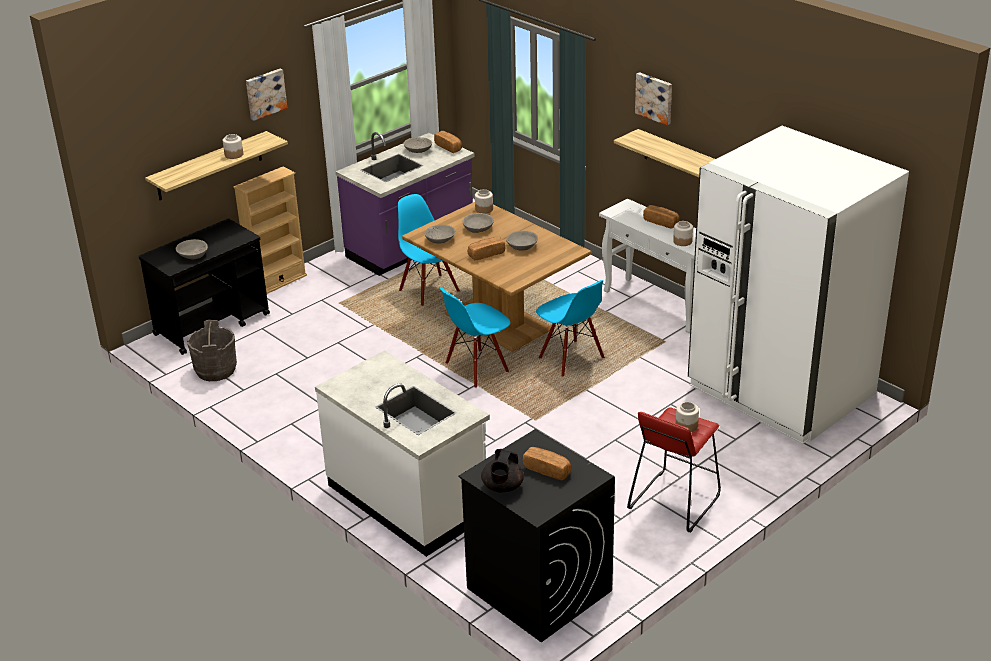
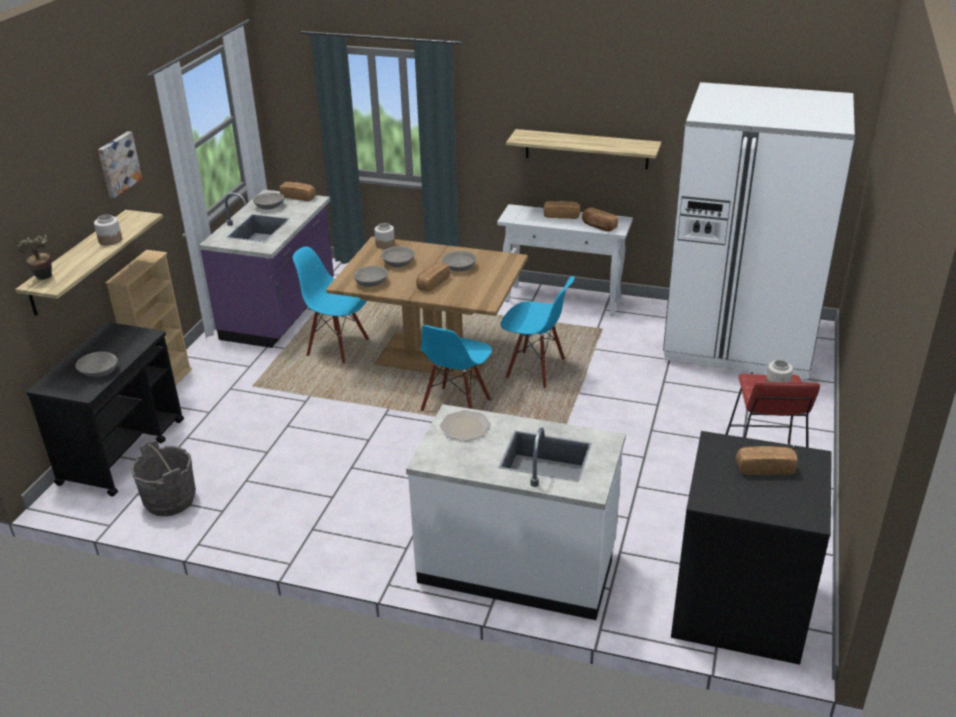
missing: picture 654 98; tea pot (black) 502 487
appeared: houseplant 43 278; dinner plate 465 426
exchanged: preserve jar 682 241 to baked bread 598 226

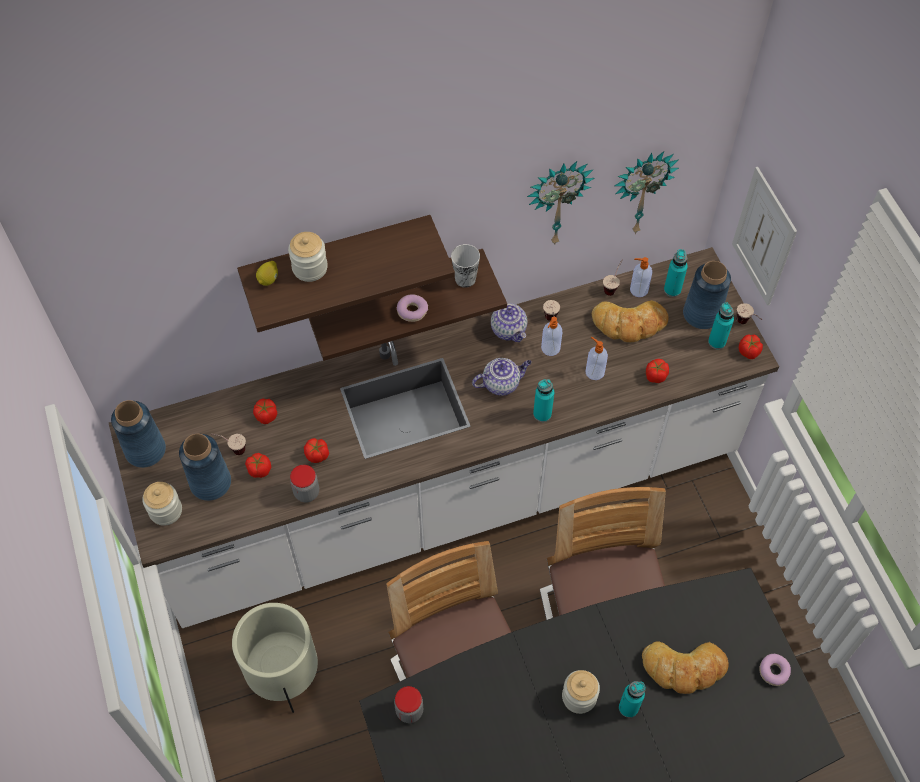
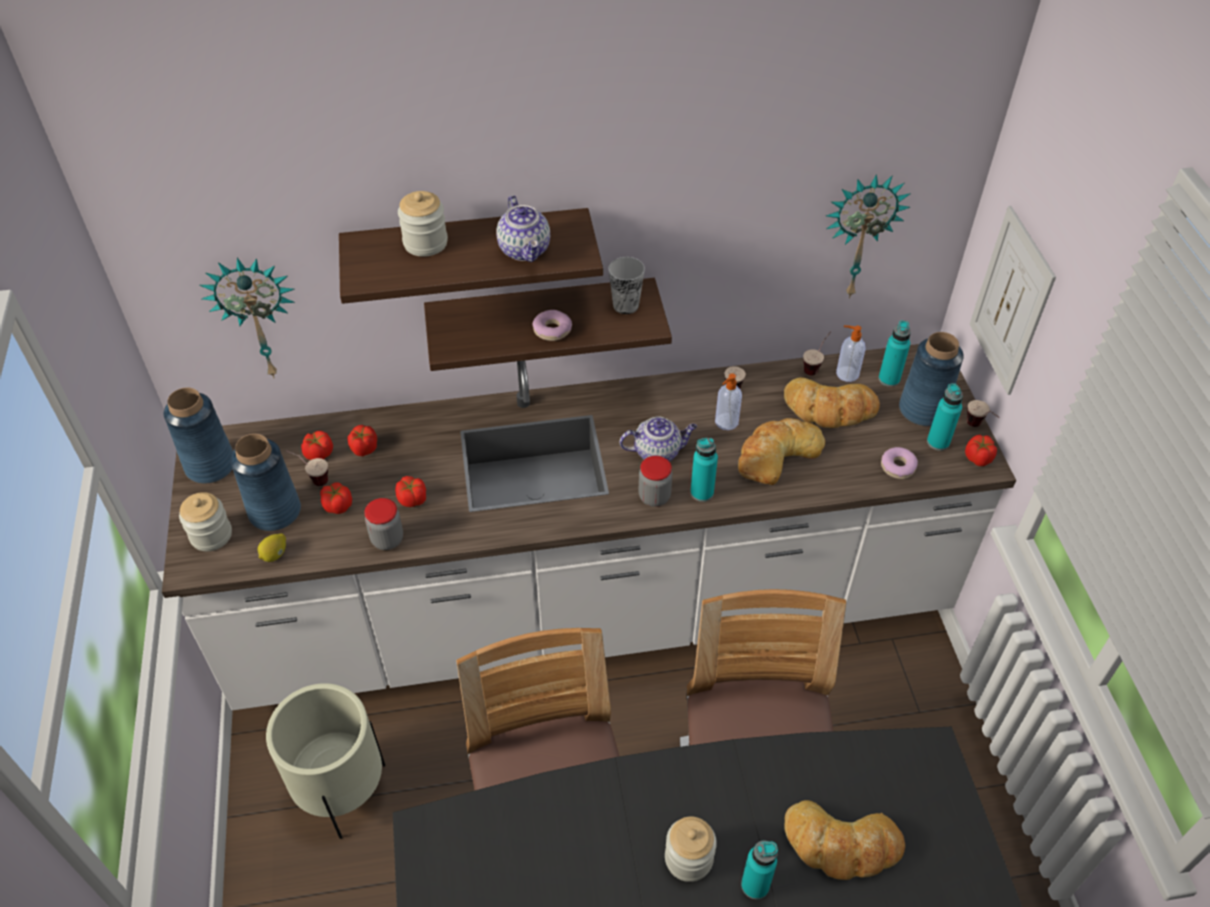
relocated: wall clock 557 201 to 256 316; citrus fruit 268 279 to 275 555; tea pot 509 329 to 525 250; tomato 655 376 to 319 454; doughnut 774 671 to 898 467; preserve jar 409 711 to 654 497
exchanged: soap dispenser 594 371 to baked bread 776 454

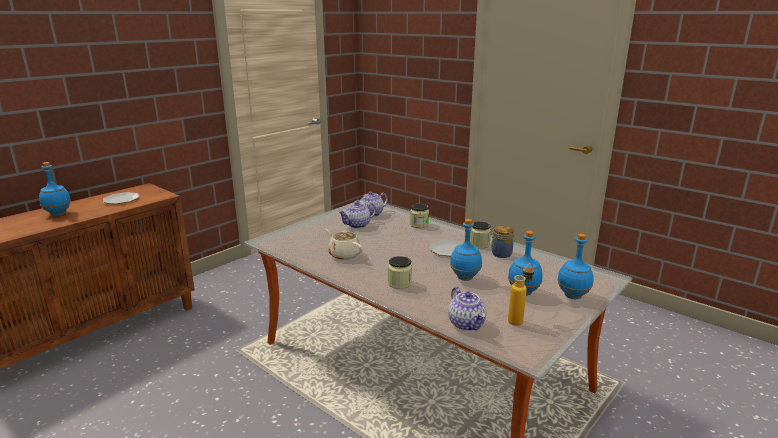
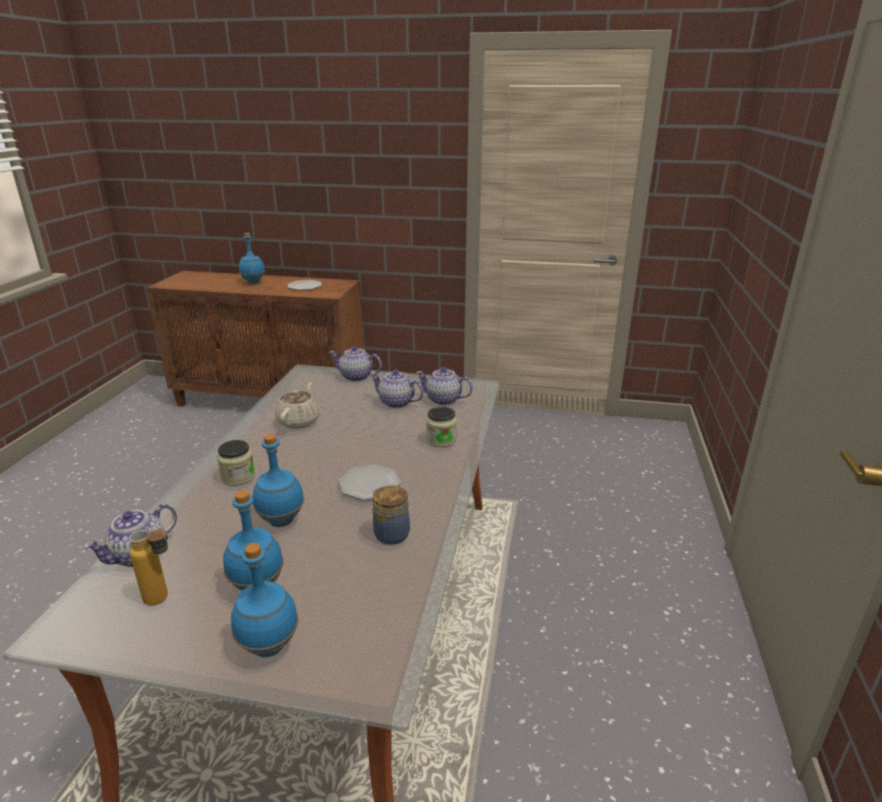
missing: preserve jar 479 244
appeared: tea pot 355 377

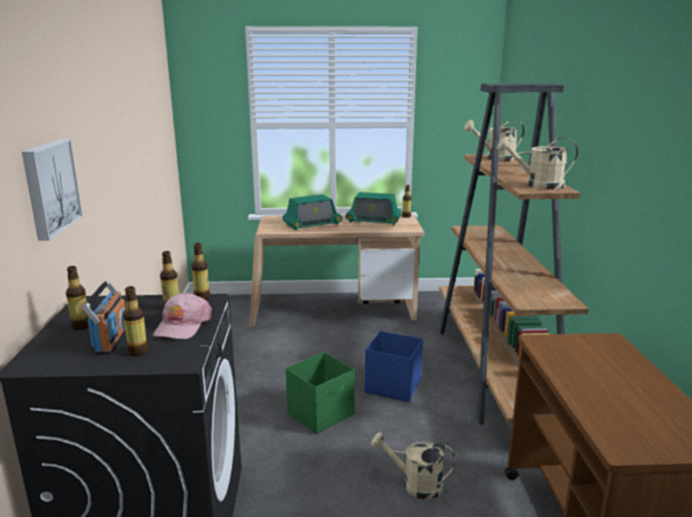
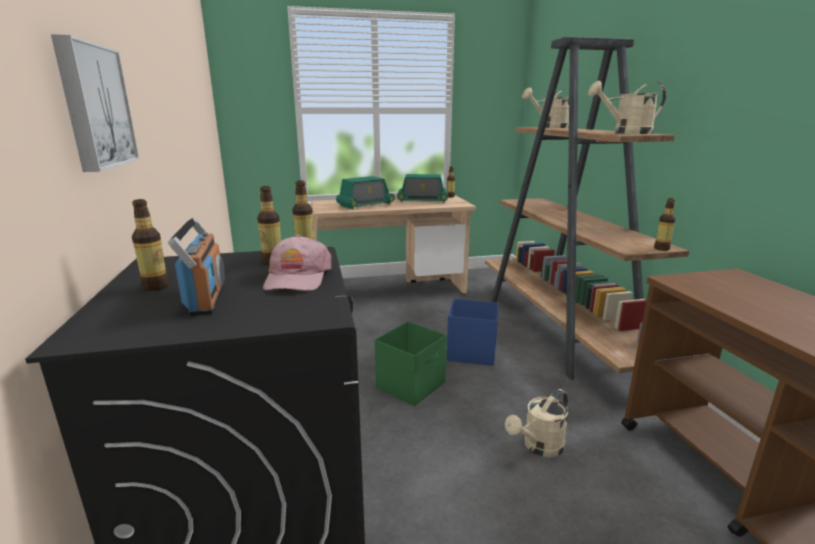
relocated: drink bottle 138 352 to 661 248
spun: watering pot (beige) 415 484 = 539 447 45 degrees counterclockwise

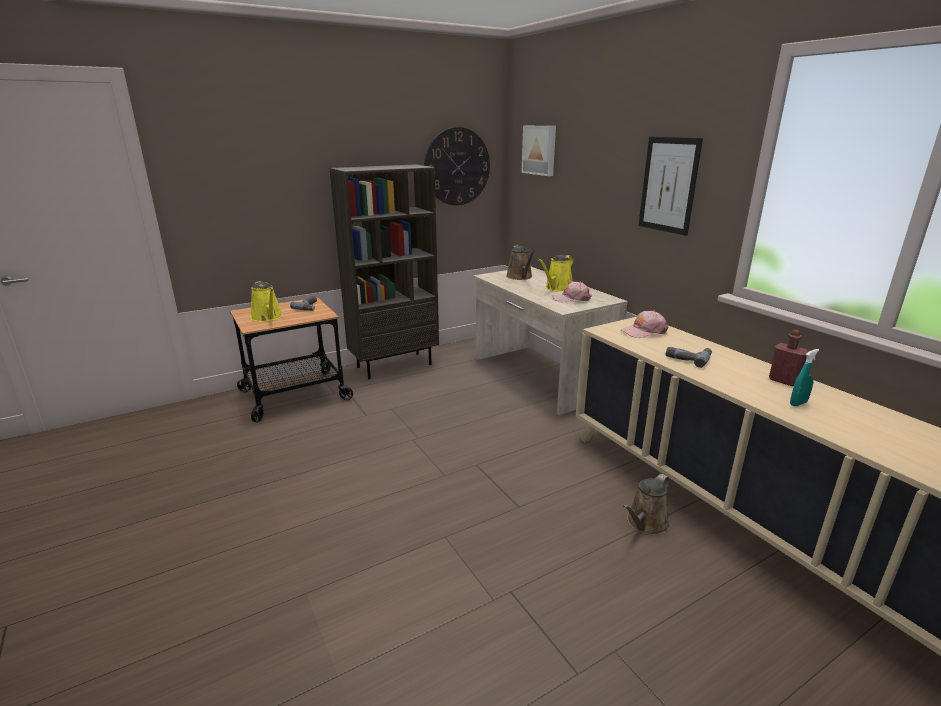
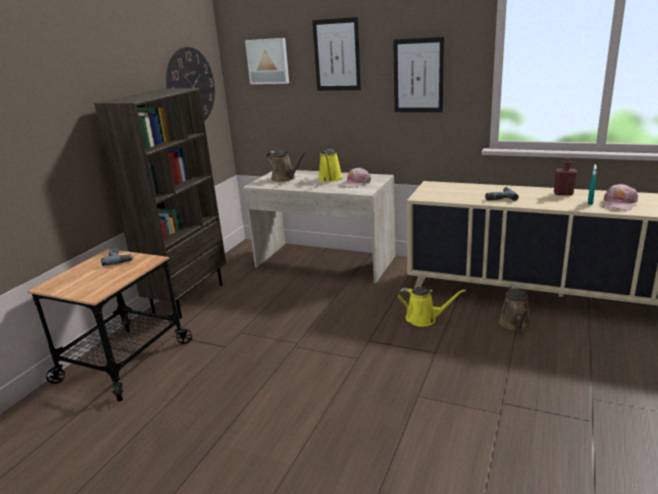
appeared: picture 337 55
relocated: watering pot (yellow) 268 317 to 424 319; baseball cap (pink) 644 331 to 618 204

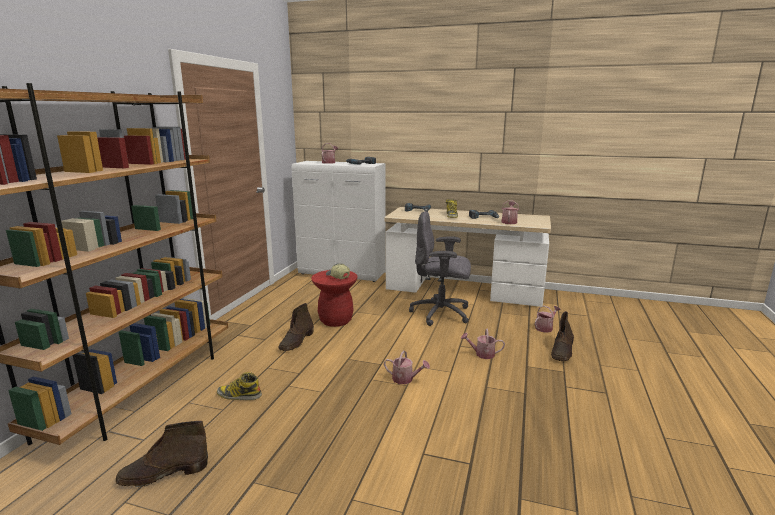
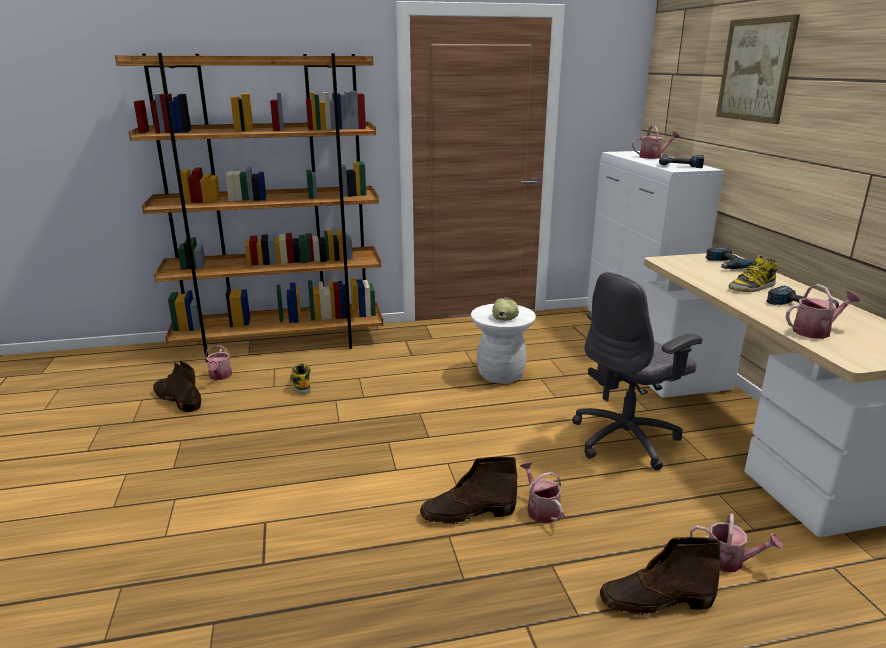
appeared: picture 755 70
relocated: tall boot (brown) 296 341 to 467 513; watering pot 405 379 to 220 376
colour: stool seat (red) 336 320 to stool seat (white) 500 374
spun: office chair (greyish) 441 314 = 626 439 105 degrees counterclockwise

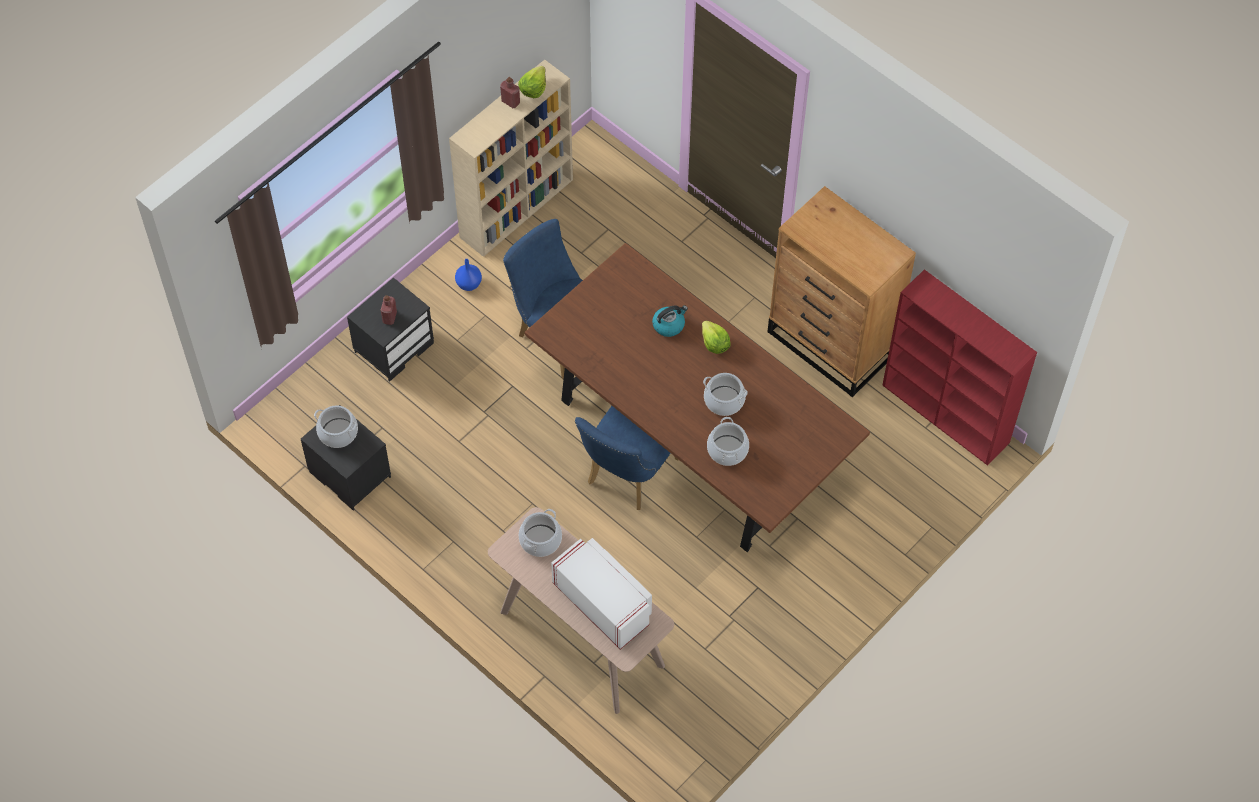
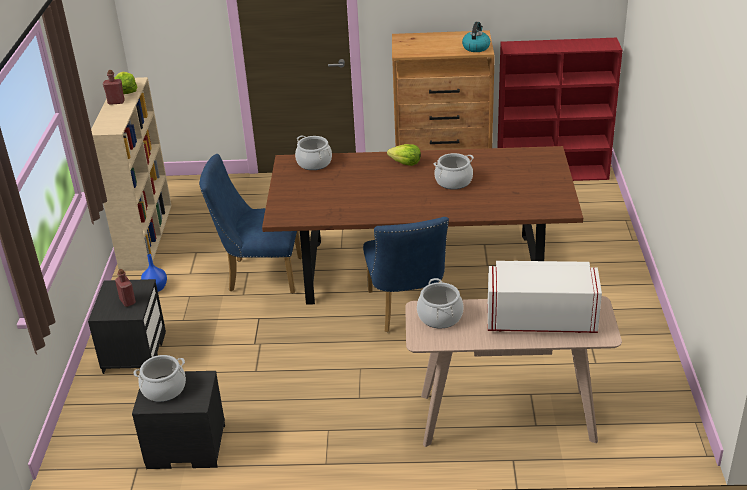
relocated: water kettle 669 325 to 476 47; saucepot 727 450 to 314 163

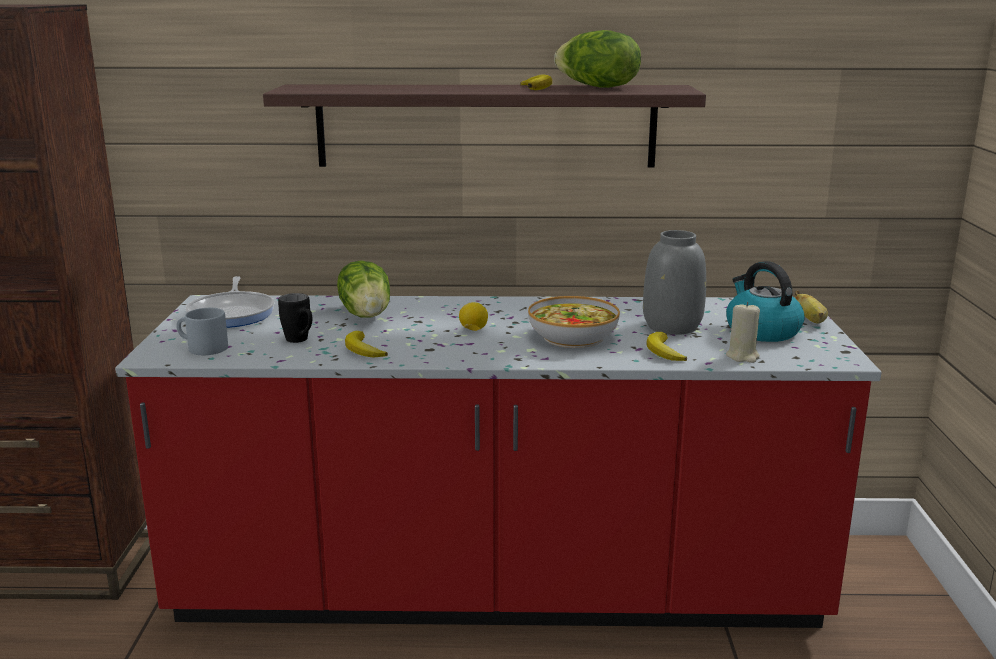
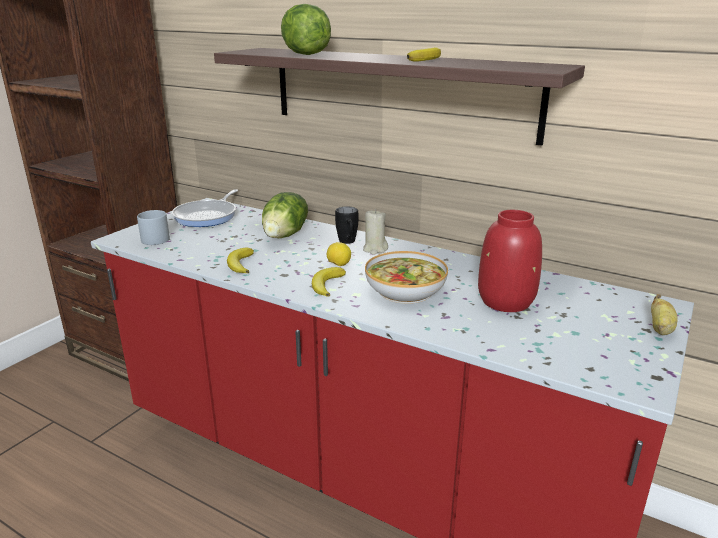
missing: water kettle 761 331
relocated: lettuce 597 87 to 303 54; coffee mug (black) 300 341 to 348 243; wax candle (beige) 742 356 to 375 249; whole banana 663 351 to 327 284
colour: vase (greyish) 672 327 to vase (red) 506 302

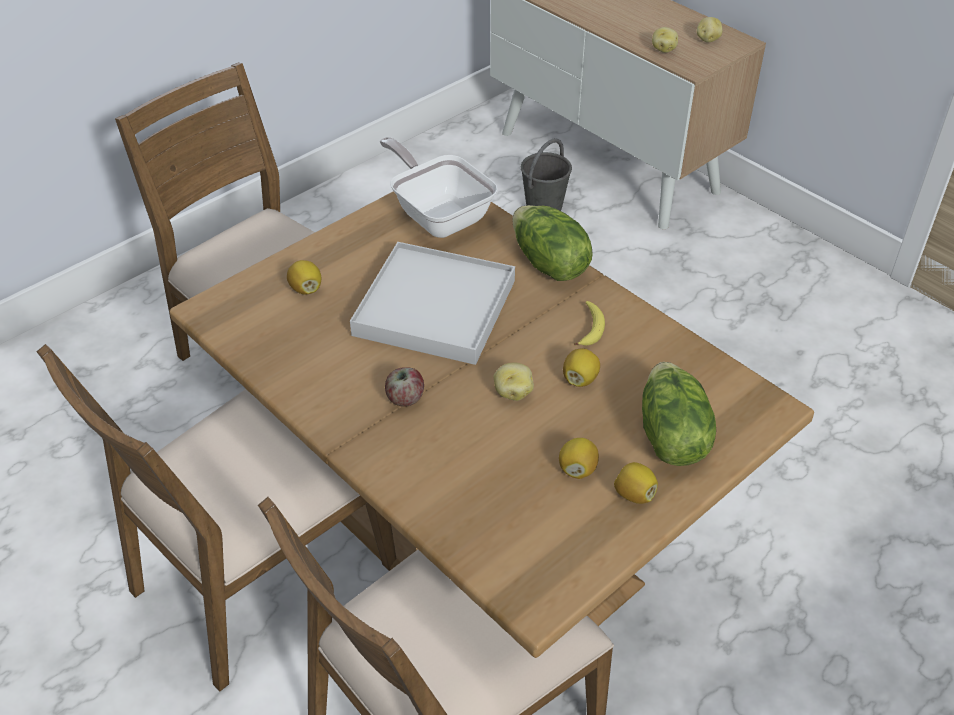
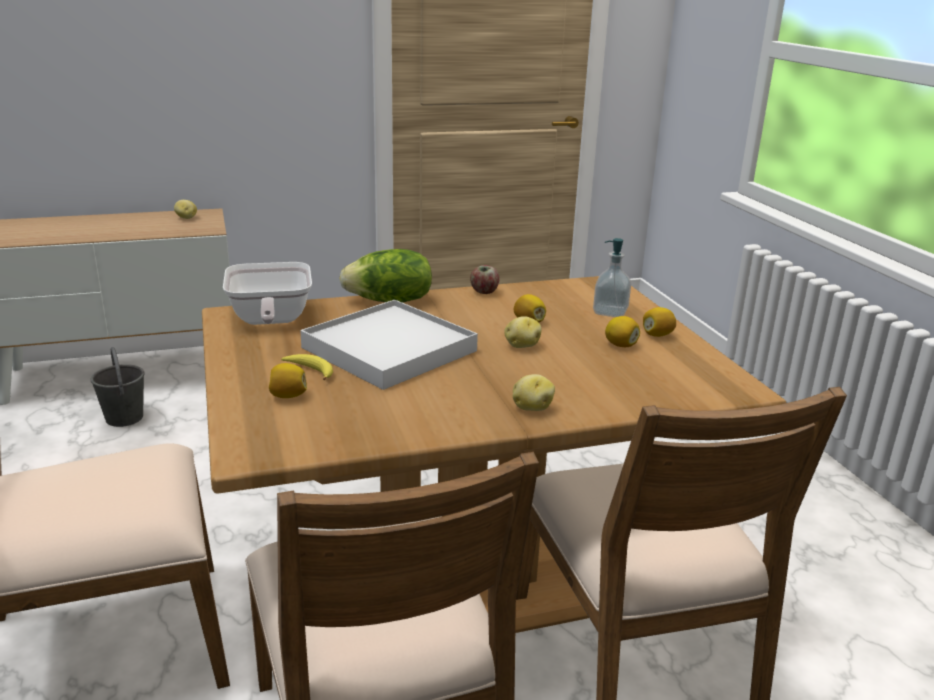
relocated: spud 663 49 to 531 408; whole banana 590 328 to 310 371; whole apple 405 399 to 484 292
exchanged: lettuce 670 436 to soap dispenser 610 312
spun: pan 438 215 = 269 321 90 degrees counterclockwise

